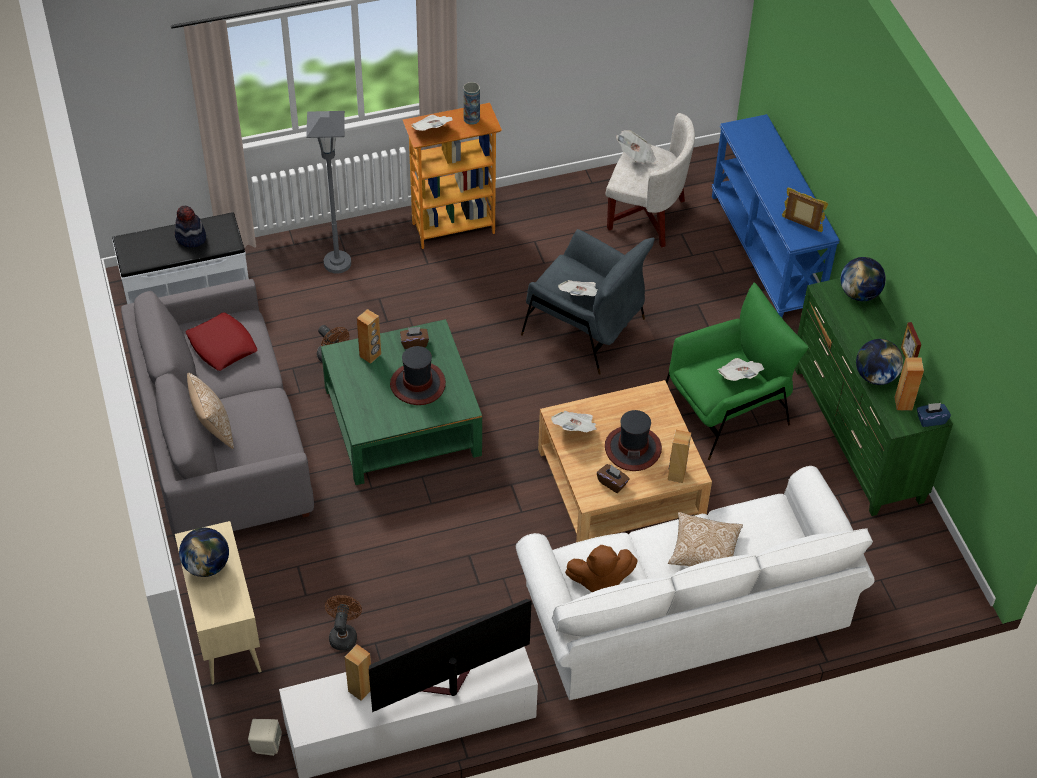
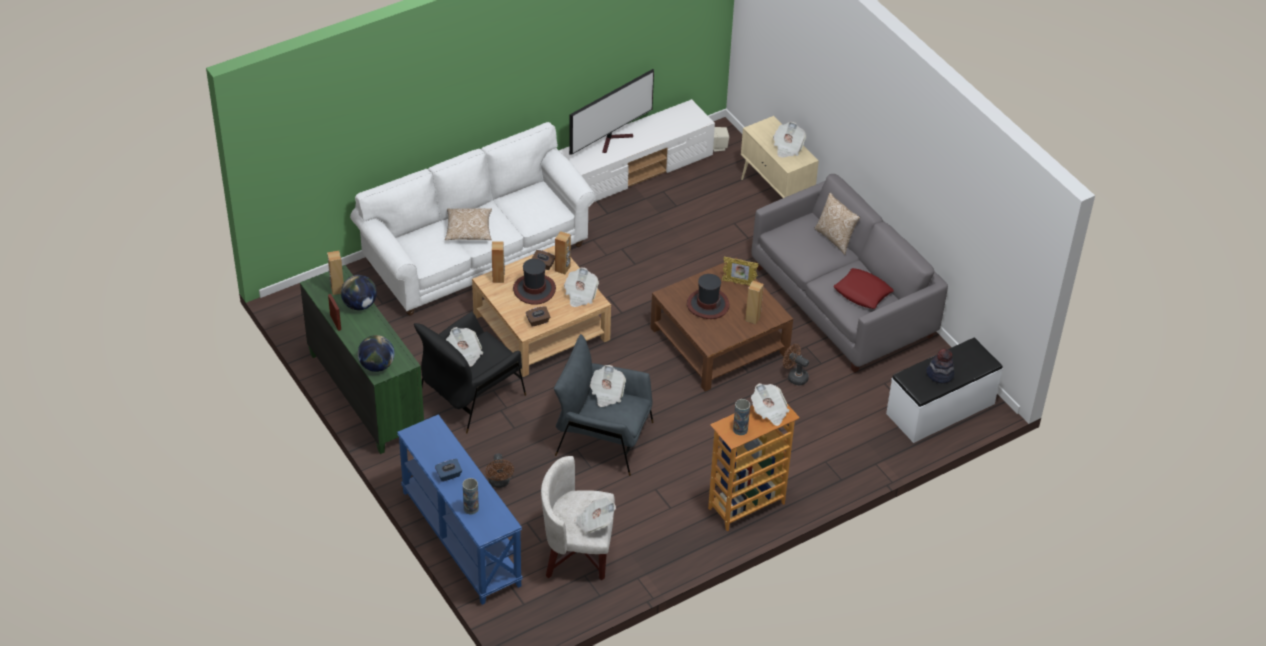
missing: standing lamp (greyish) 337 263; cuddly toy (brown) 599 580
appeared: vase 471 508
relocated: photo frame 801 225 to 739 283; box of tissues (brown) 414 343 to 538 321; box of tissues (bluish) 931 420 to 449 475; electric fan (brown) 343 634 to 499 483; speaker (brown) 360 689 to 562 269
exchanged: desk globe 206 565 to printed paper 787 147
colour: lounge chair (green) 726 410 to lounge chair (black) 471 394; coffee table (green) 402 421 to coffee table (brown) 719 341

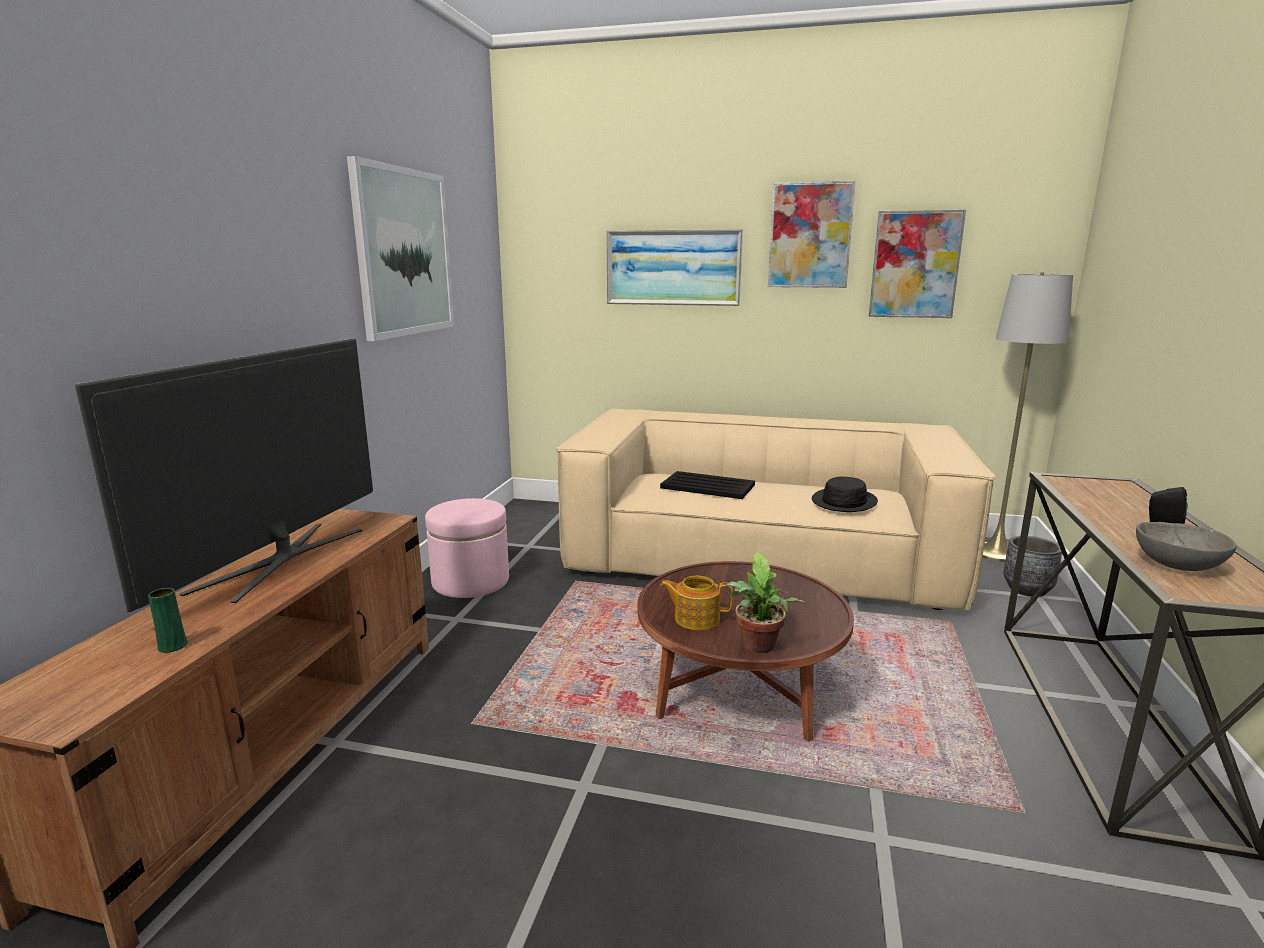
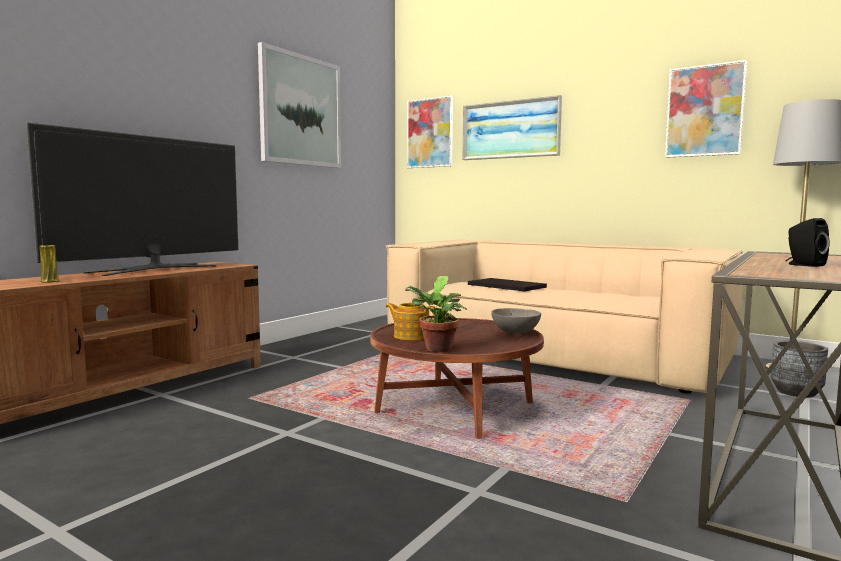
missing: wearable hat (black) 844 501; pouffe (pink) 470 581
relocated: picture 810 235 to 430 133; bowl (greyish) 1176 566 to 514 332
colour: vase (green) 172 646 to vase (yellow) 50 281

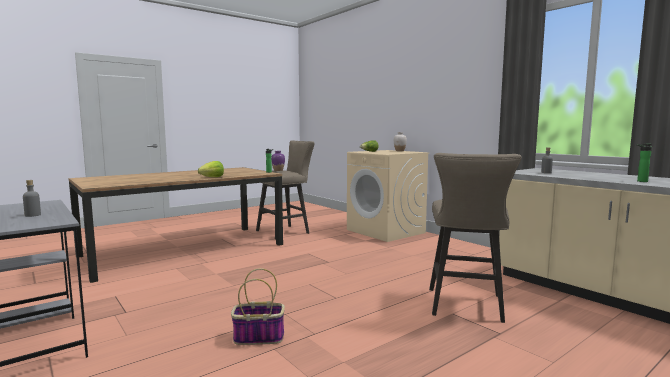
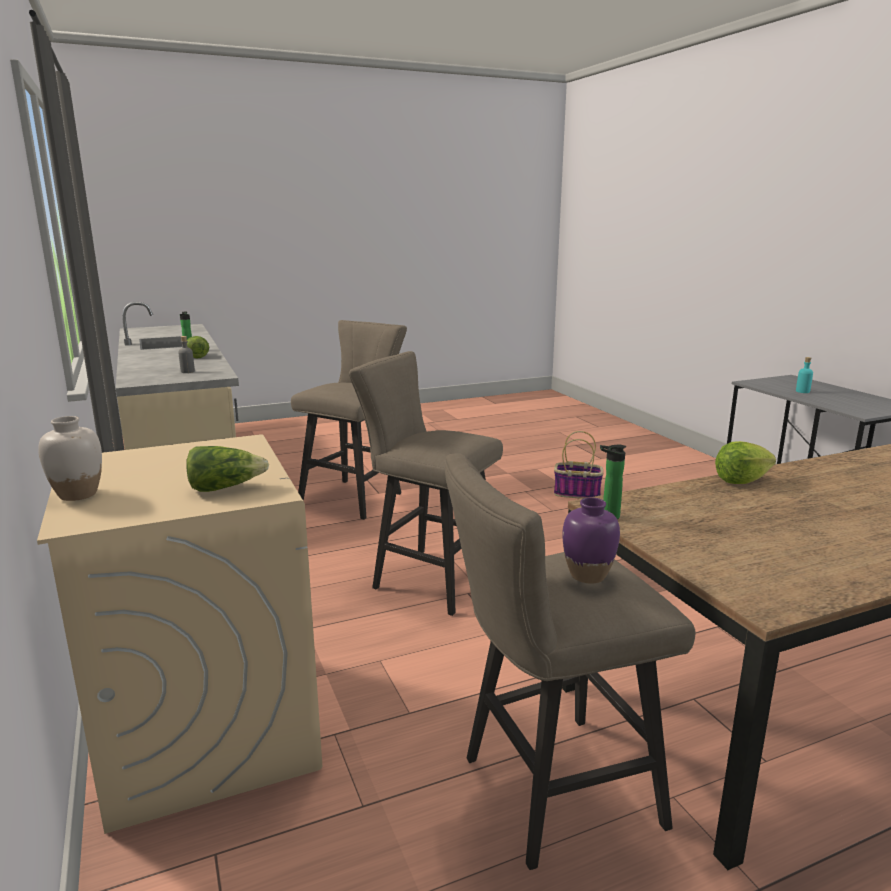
appeared: lettuce 197 356; stool seat (beige) 428 577
colour: drink bottle (greyish) 33 215 to drink bottle (turquoise) 802 391

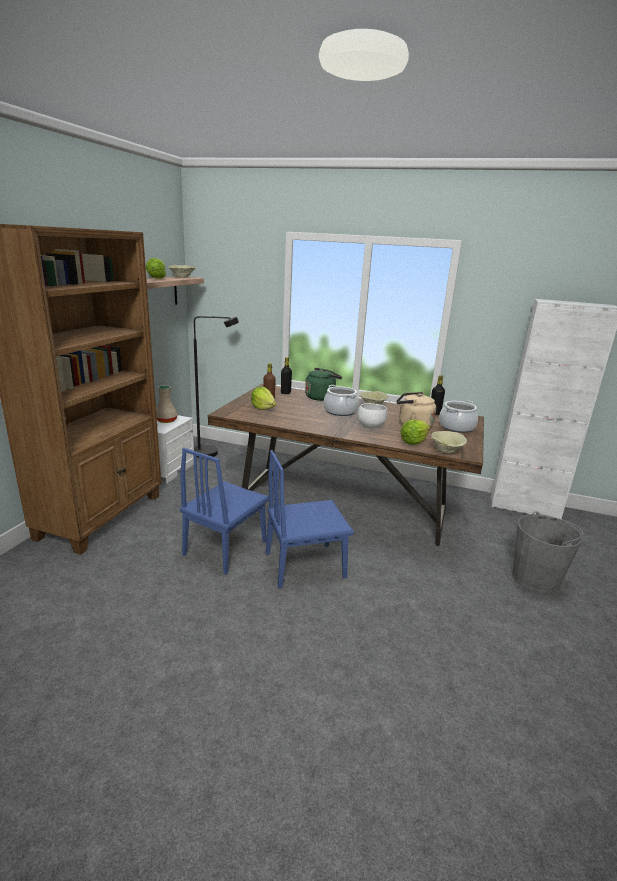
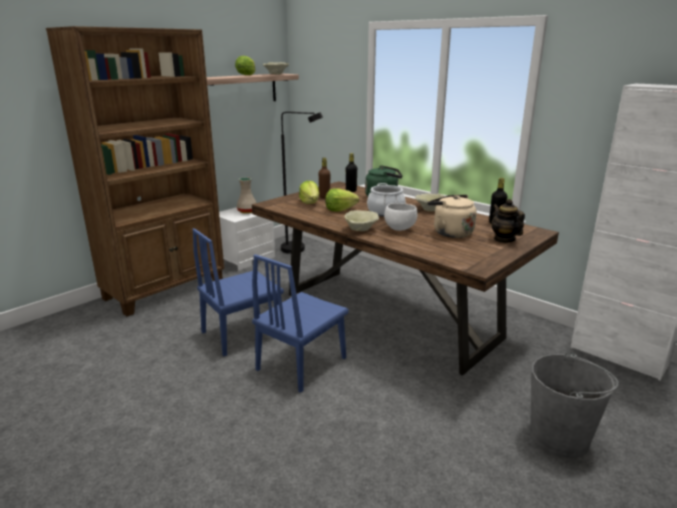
relocated: lettuce 414 442 to 340 210; bowl (beige) 447 451 to 361 230
exchanged: saucepot 456 427 to tea pot 504 239
spun: upright chair (bluish) 305 565 = 301 363 60 degrees counterclockwise

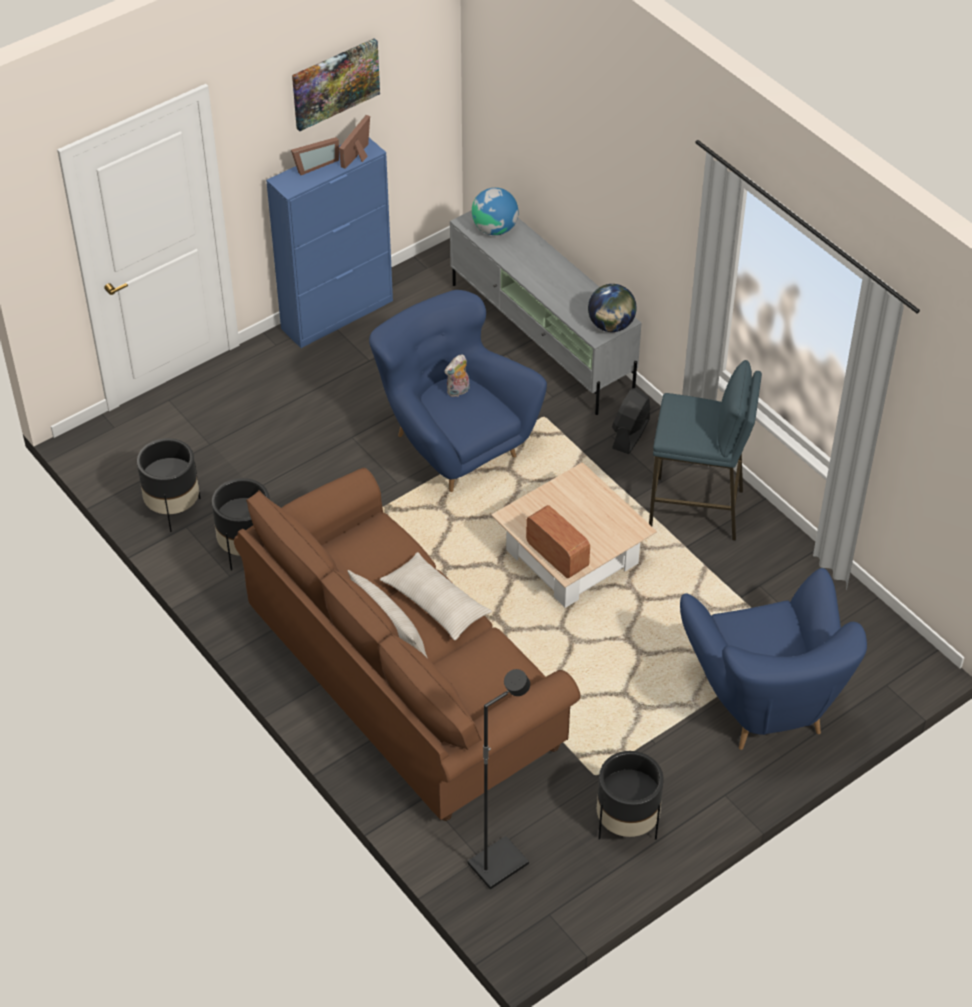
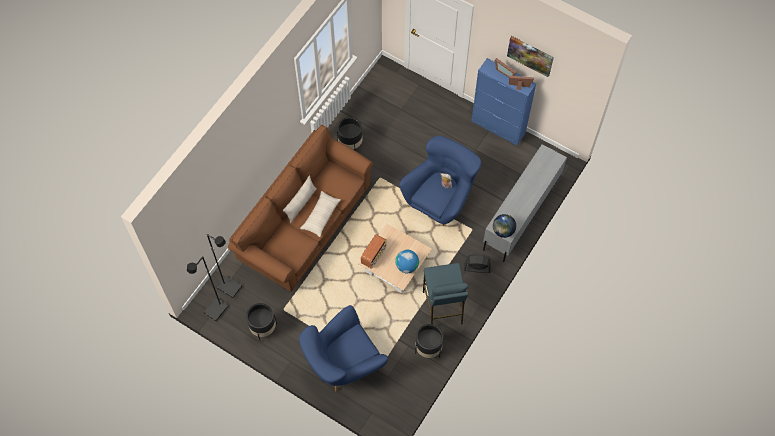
appeared: standing lamp (black) 216 310
relocated: desk globe 494 228 to 407 266; flower pot (black) 173 509 to 428 349

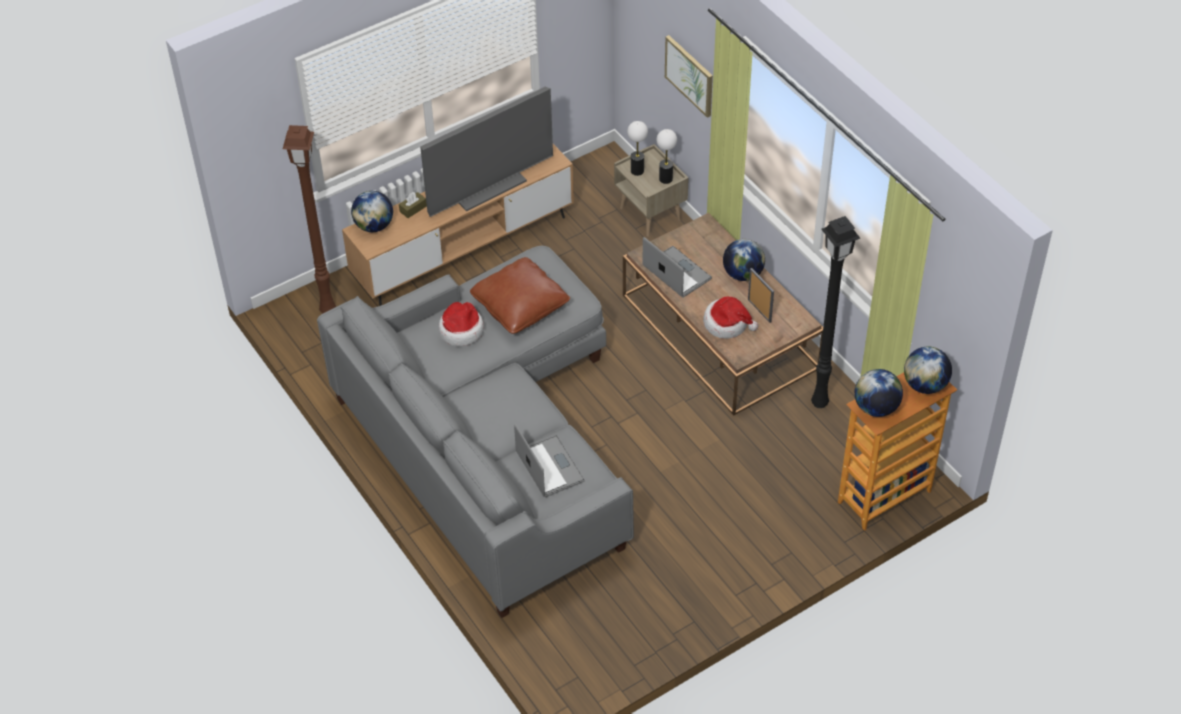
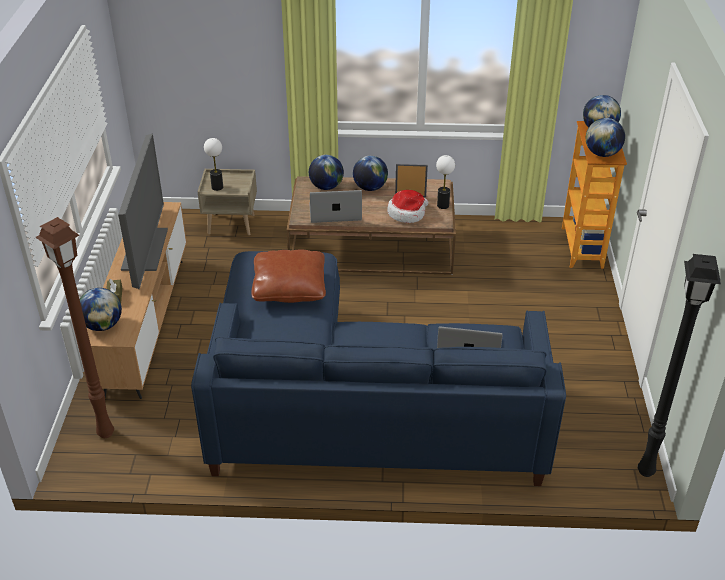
missing: picture 689 75; wearable hat 461 330
appeared: desk globe 326 187
relocated: lamp for a table 666 179 to 443 205; standing lamp (black) 819 404 to 647 472
colour: couch (greyish) 491 444 to couch (bluish) 356 404

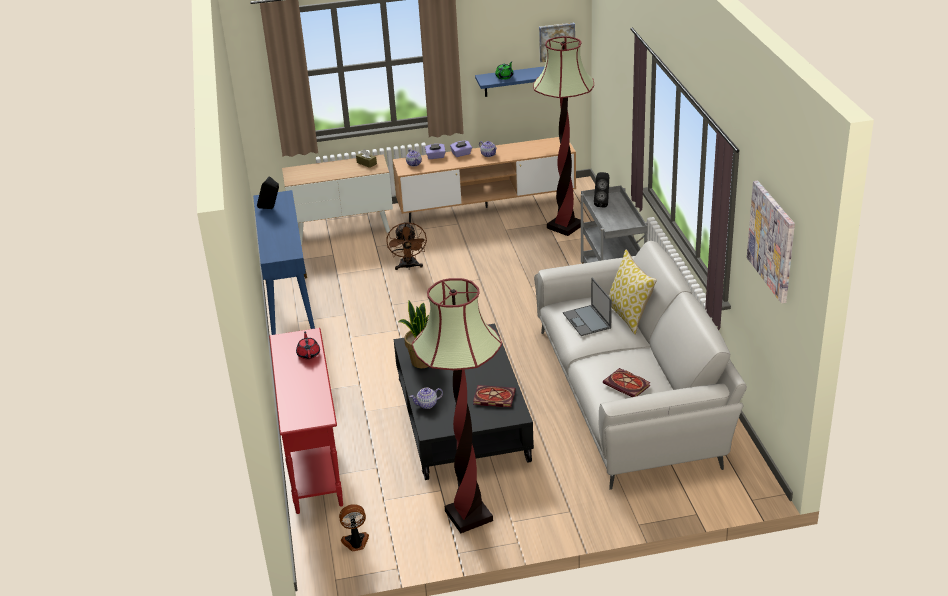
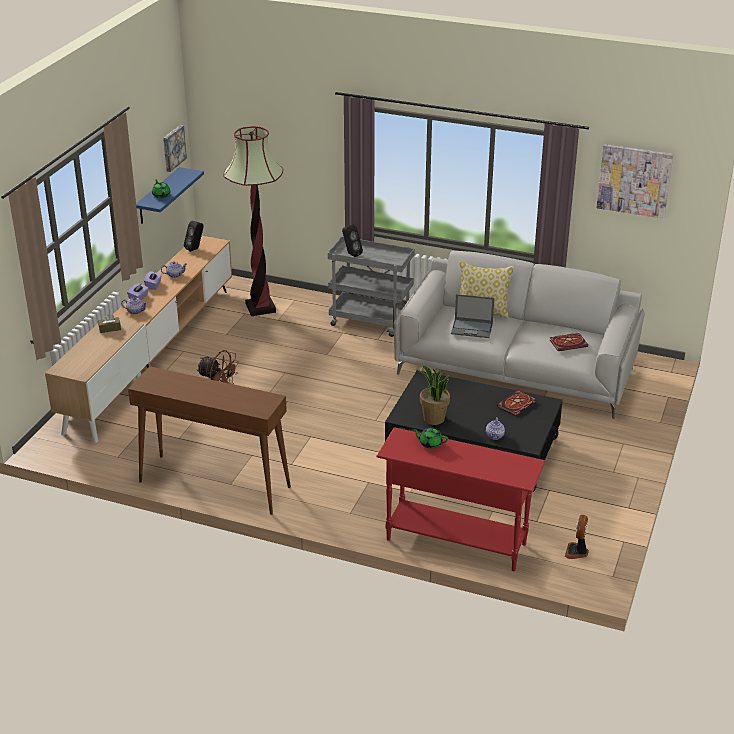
missing: standing lamp 468 516
relocated: speaker (black) 270 208 to 195 249
colour: console table (bluish) 291 314 to console table (brown) 213 484; tea pot (red) 308 354 to tea pot (green) 430 443

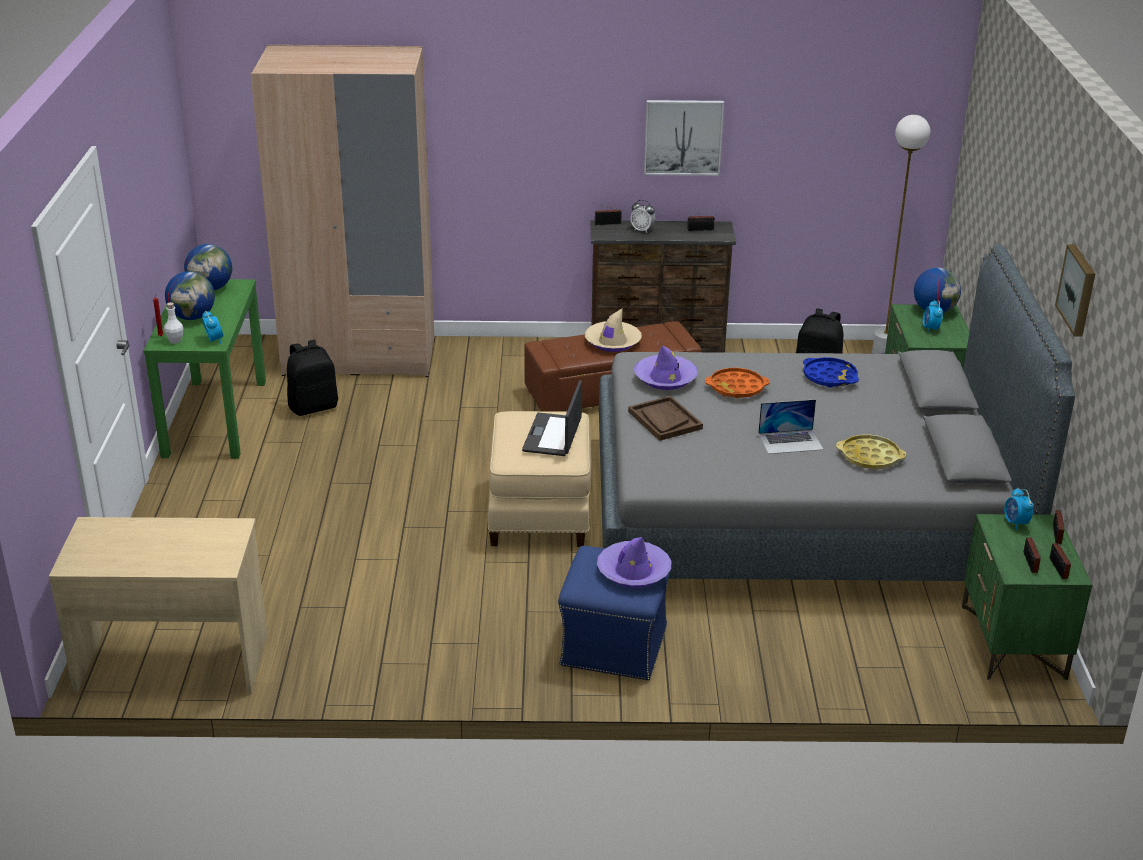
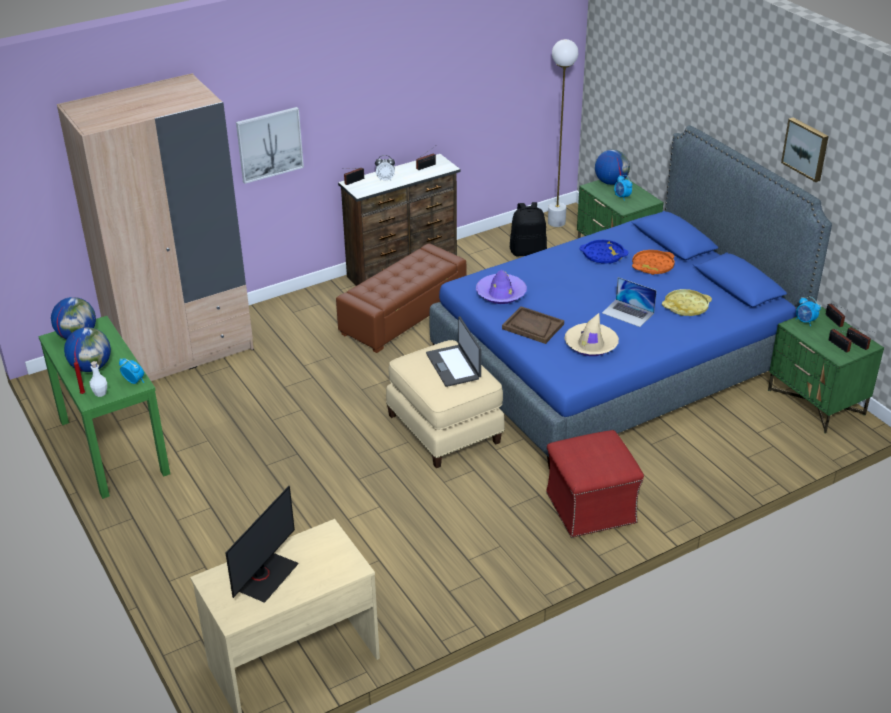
missing: backpack (black) 313 407; wearable hat (purple) 633 571
appeared: computer display 264 576
relocated: picture 683 137 to 269 144; wearable hat (beige) 612 342 to 591 345; serving tray (orangey) 736 388 to 653 266
colour: sleeping bed (greyish) 800 514 to sleeping bed (bluish) 615 362; pouffe (bluish) 612 646 to pouffe (red) 590 508
spun: laptop 790 441 = 628 313 75 degrees clockwise

